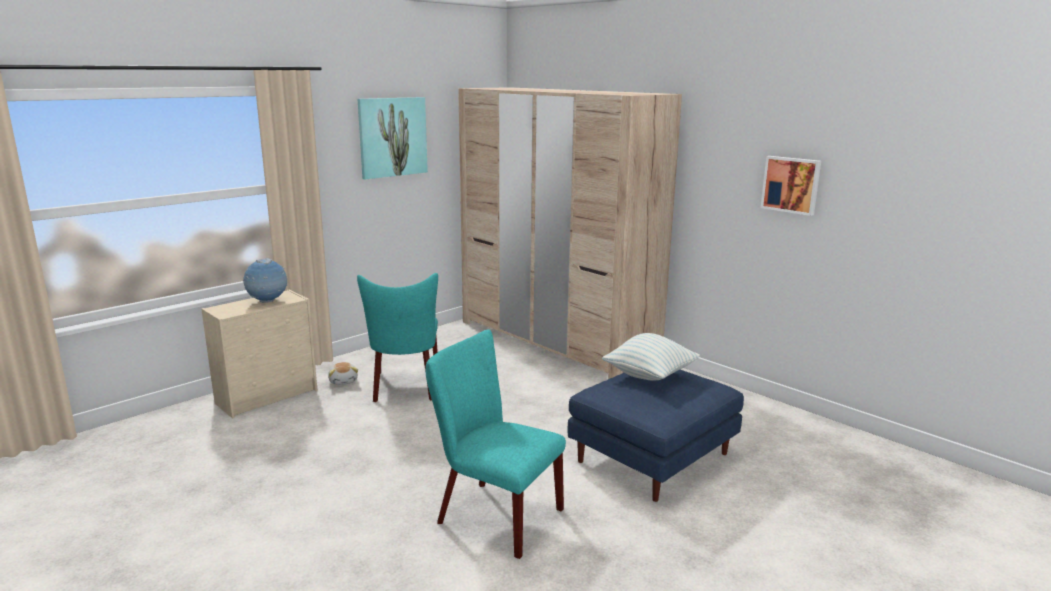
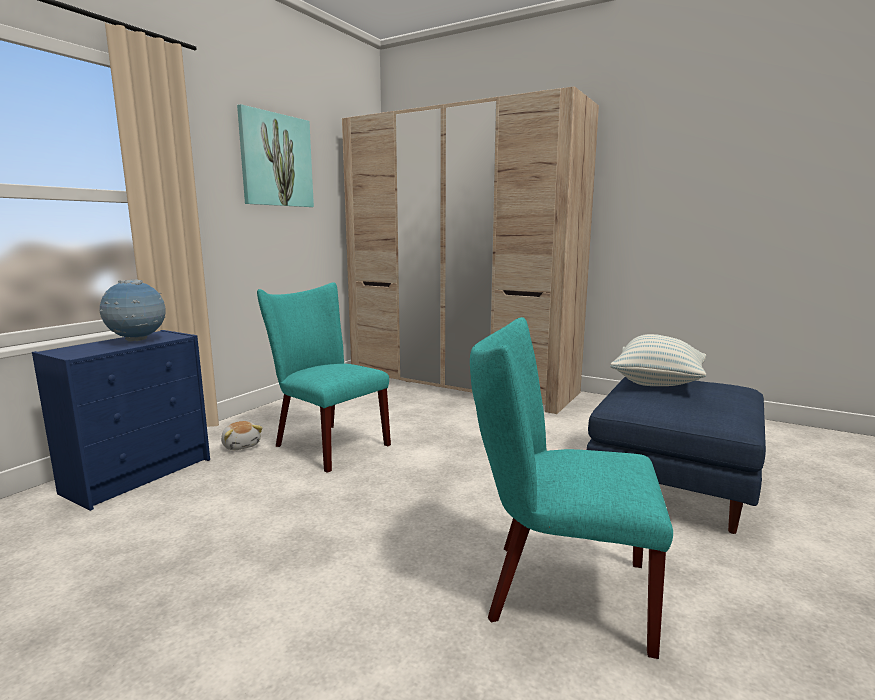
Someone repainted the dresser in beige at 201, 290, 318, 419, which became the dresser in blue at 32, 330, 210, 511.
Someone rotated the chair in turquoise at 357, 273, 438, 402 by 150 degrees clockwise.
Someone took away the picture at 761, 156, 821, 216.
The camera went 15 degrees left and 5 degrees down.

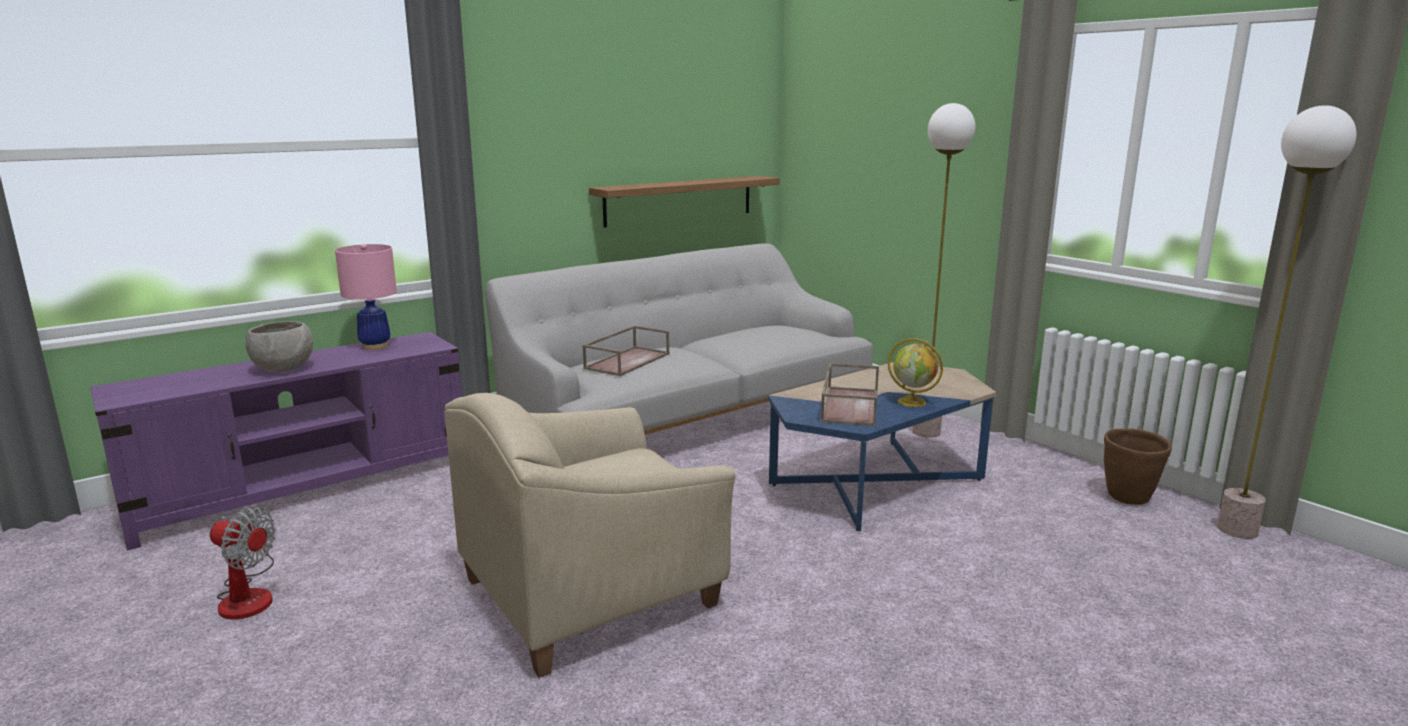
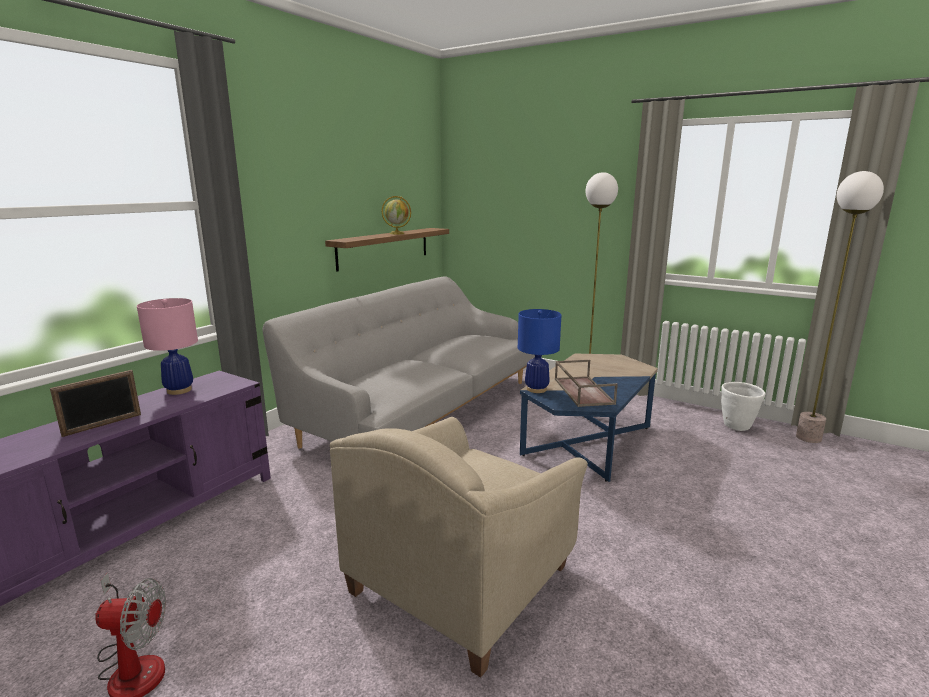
Someone swapped the bowl in grey at 245, 321, 313, 372 for the picture frame at 50, 370, 141, 437.
Someone took away the tray in brown at 582, 326, 670, 376.
Someone carried the globe from 888, 338, 943, 407 to 382, 196, 411, 234.
Someone repainted the planter in brown at 1104, 429, 1172, 505, which became the planter in white at 721, 382, 765, 431.
Someone put down the table lamp in blue at 518, 309, 562, 393.
The camera went 20 degrees left and 0 degrees up.

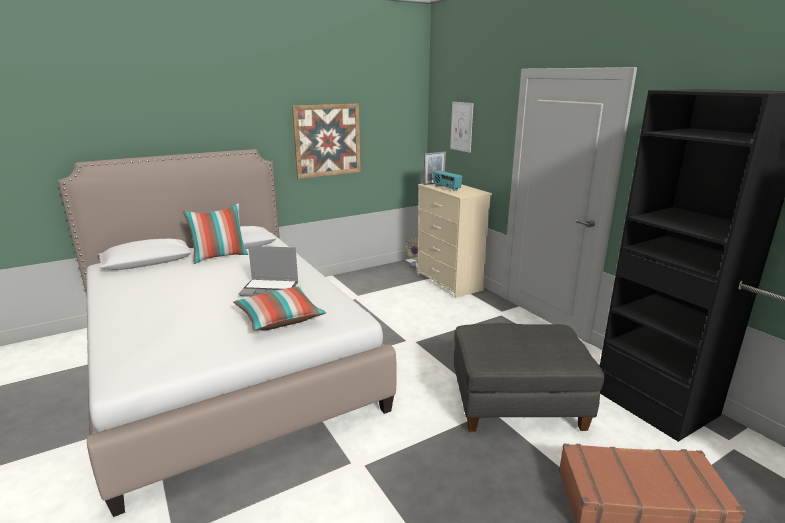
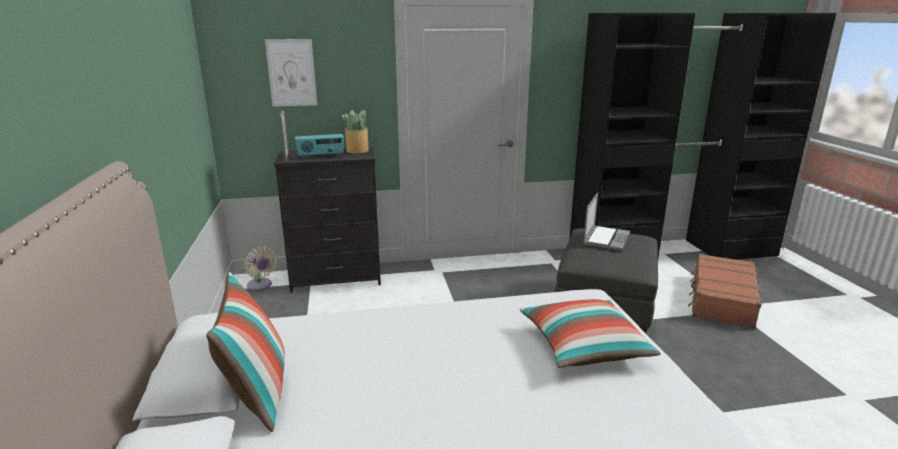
Someone carried the laptop from 239, 246, 298, 297 to 583, 193, 630, 251.
Someone took away the picture at 292, 104, 361, 179.
Someone repainted the dresser in beige at 417, 184, 492, 298, which became the dresser in black at 274, 147, 381, 293.
Someone put down the potted plant at 342, 110, 369, 153.
The camera went 70 degrees left and 0 degrees up.

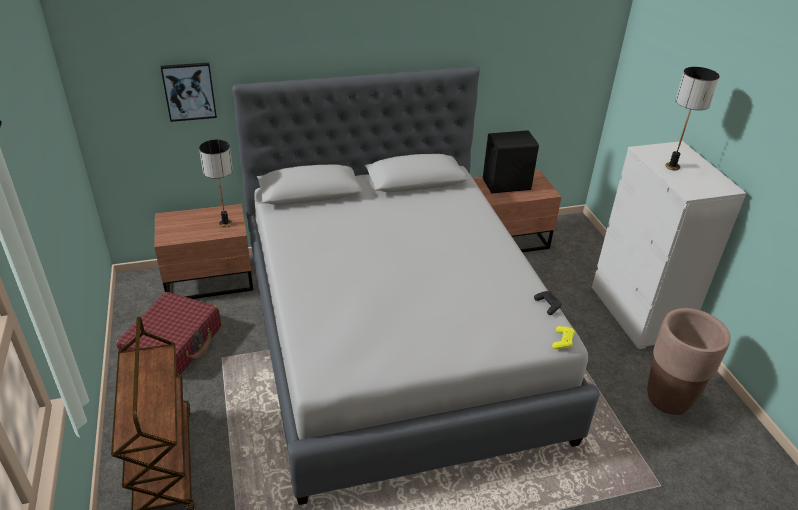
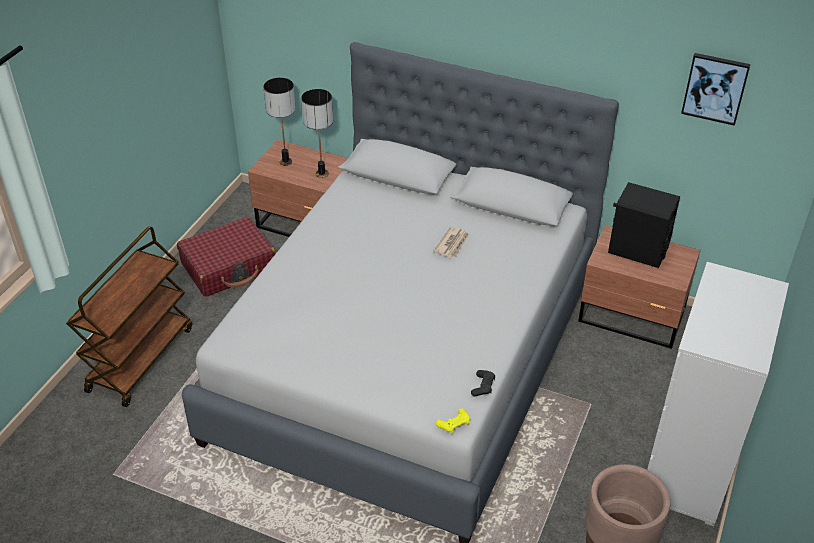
Someone carried the picture from 161, 62, 217, 122 to 681, 53, 751, 126.
Someone carried the table lamp from 665, 67, 720, 171 to 264, 78, 296, 166.
Someone put down the newspaper at 433, 227, 469, 258.
The camera went 40 degrees right and 5 degrees up.

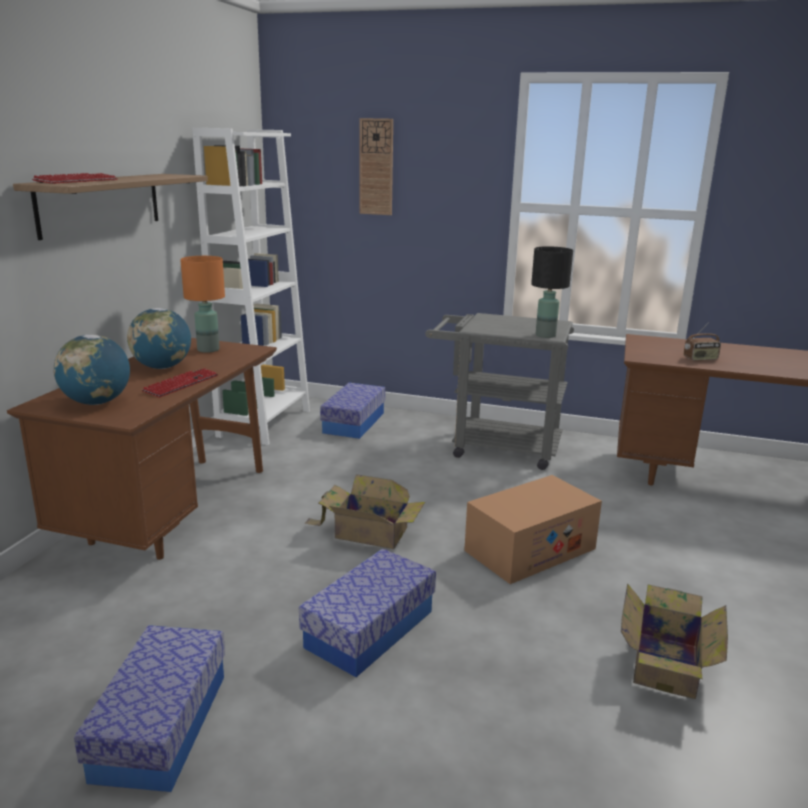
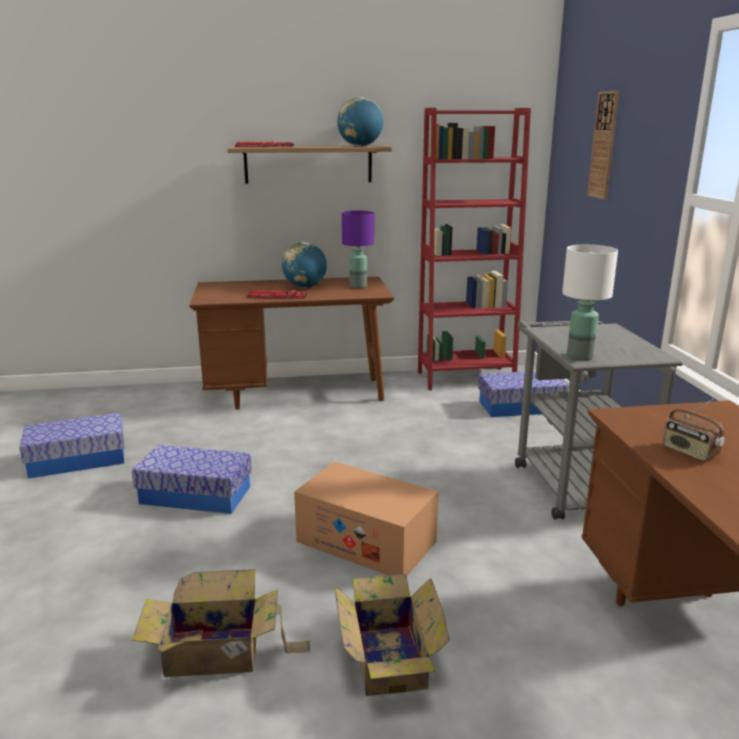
Someone carried the globe from 53, 334, 130, 405 to 337, 97, 383, 146.
Someone repainted the table lamp in orange at 180, 256, 225, 353, which became the table lamp in purple at 342, 211, 374, 288.
Someone repainted the bookcase in white at 192, 128, 310, 445, which became the bookcase in red at 418, 108, 531, 390.
Someone carried the cardboard box from 304, 474, 425, 549 to 334, 574, 450, 696.
Someone repainted the table lamp in black at 531, 246, 573, 338, which became the table lamp in white at 562, 245, 618, 361.
The camera went 65 degrees right and 0 degrees up.

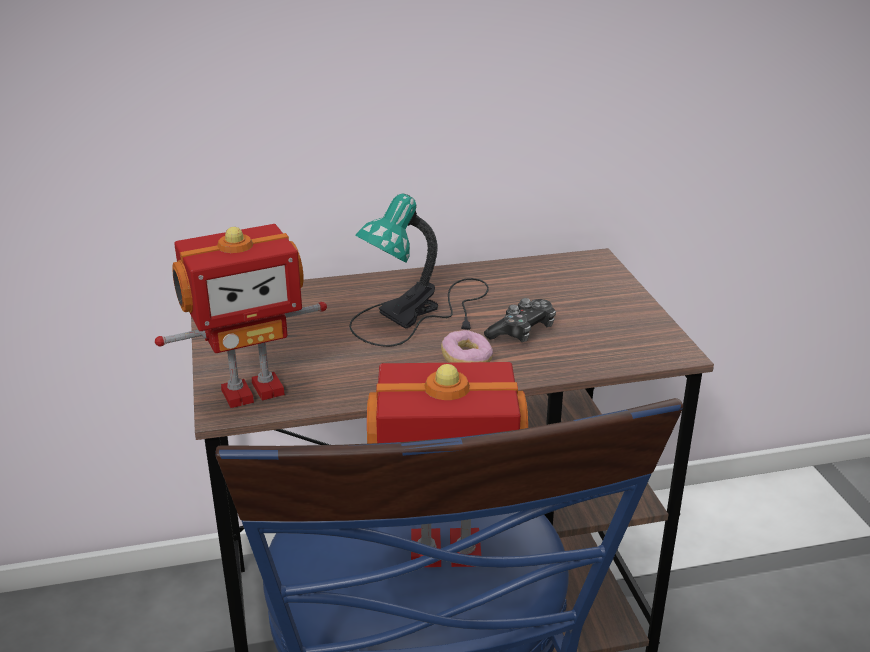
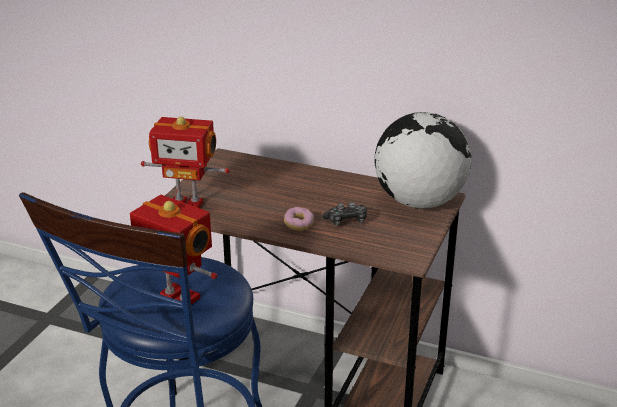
Someone took away the table lamp at 349, 193, 489, 347.
Someone put down the globe at 374, 112, 471, 209.
The camera went 35 degrees right and 0 degrees up.

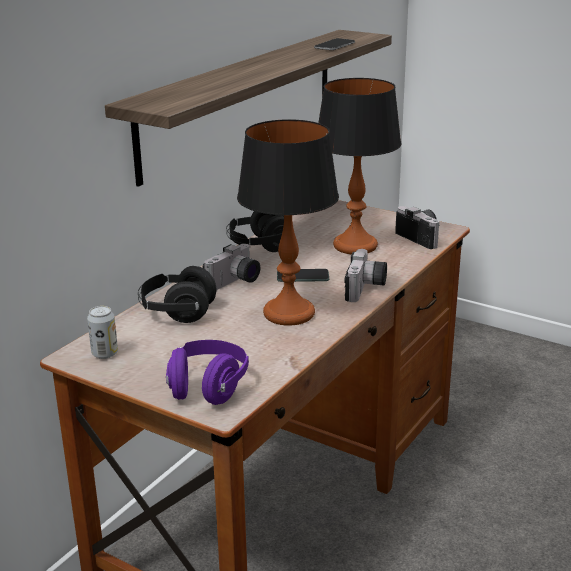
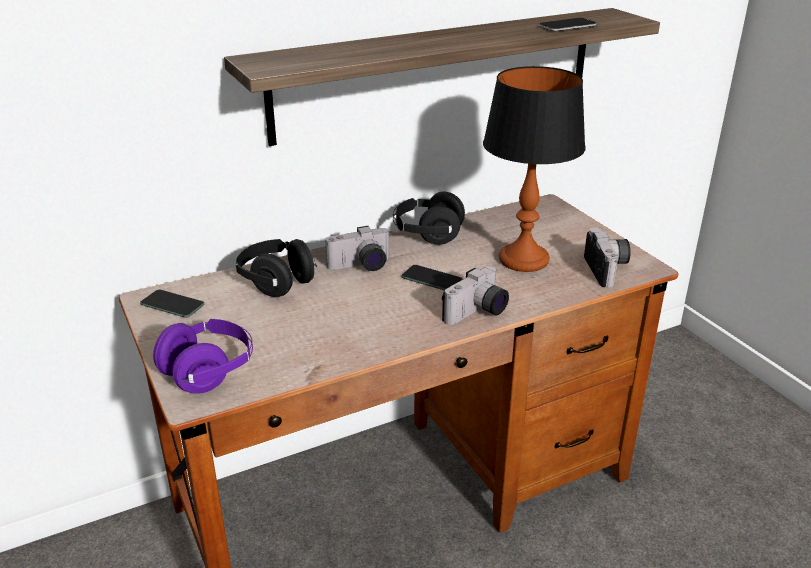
Someone swapped the can at 87, 306, 118, 359 for the phone at 140, 290, 205, 318.
Someone took away the table lamp at 237, 119, 339, 326.
The camera went 30 degrees right and 5 degrees up.

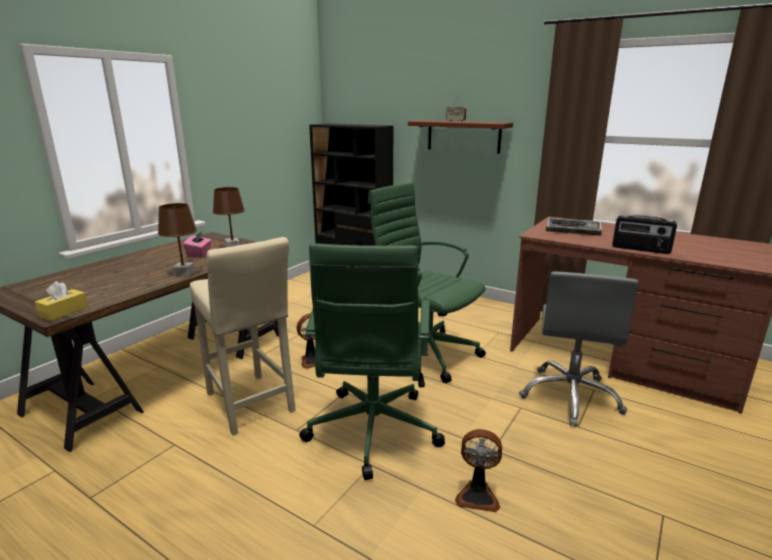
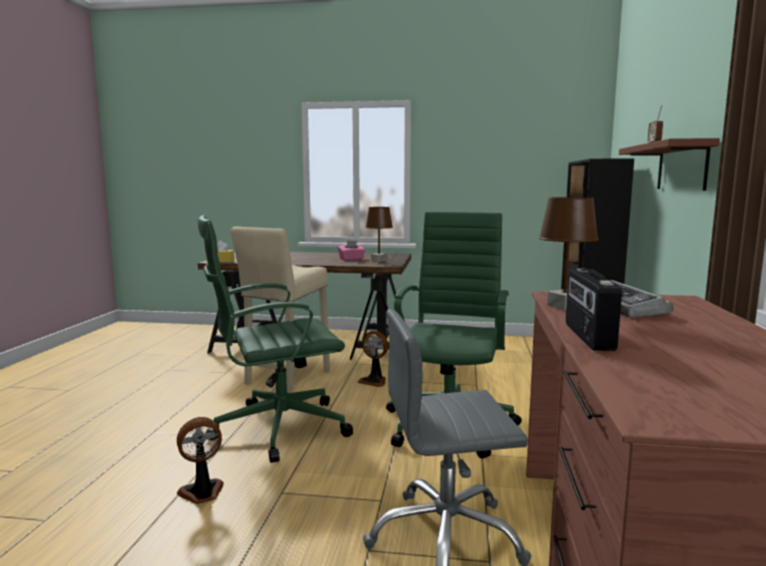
Someone carried the table lamp in brown from 158, 203, 197, 276 to 539, 197, 599, 310.
Someone rotated the fan at 455, 429, 502, 512 by 75 degrees clockwise.
The camera went 65 degrees right and 10 degrees down.

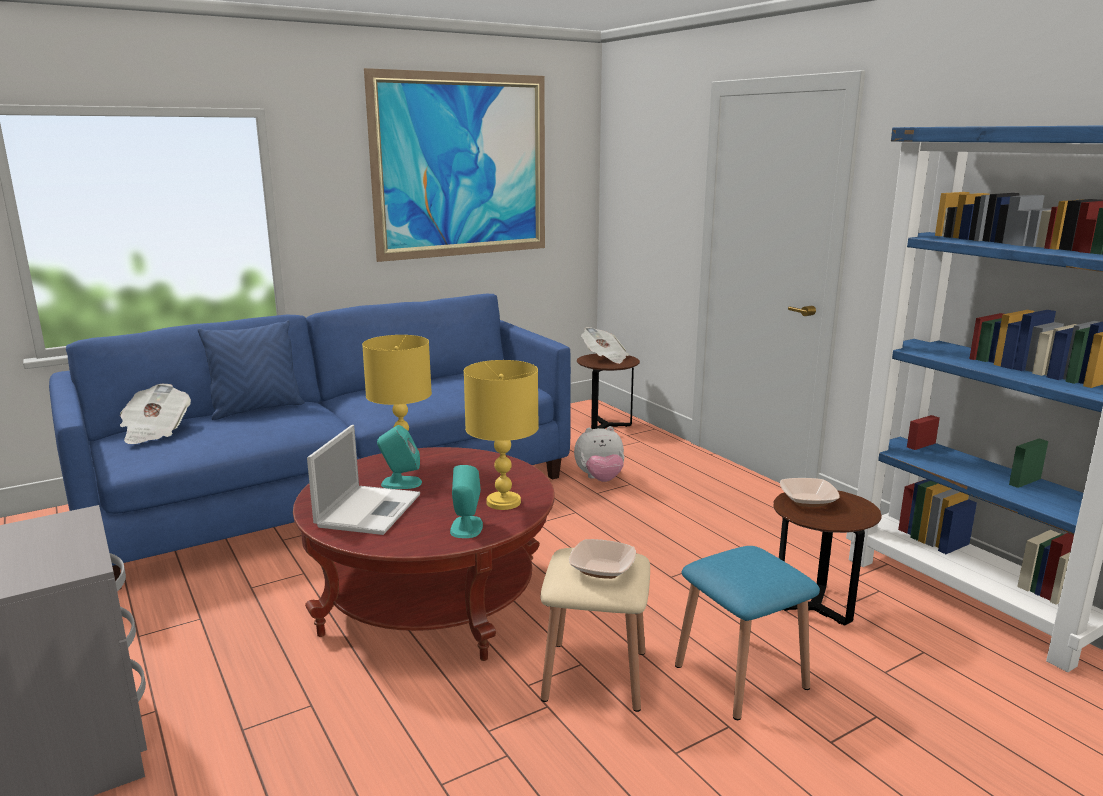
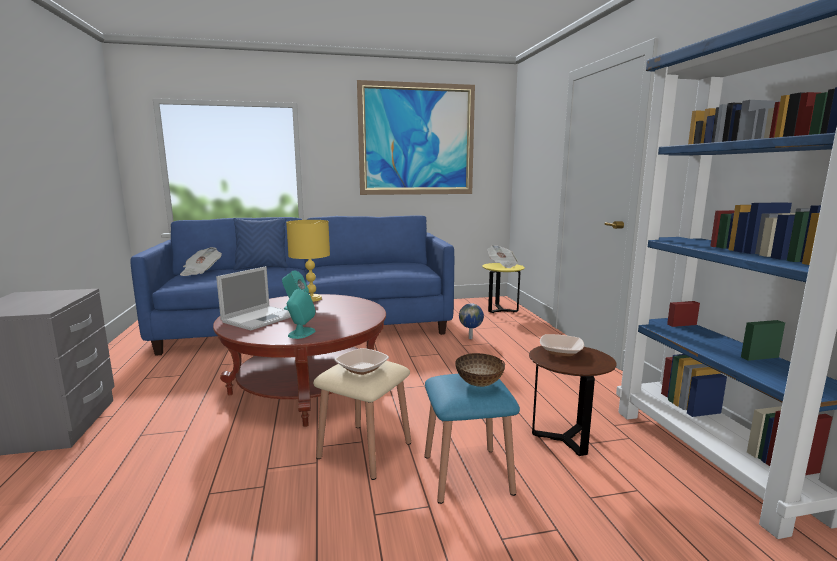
Someone took away the table lamp in yellow at 464, 360, 539, 510.
Someone swapped the plush toy at 574, 426, 624, 482 for the globe at 459, 303, 484, 339.
Someone repainted the side table in brown at 577, 354, 640, 429, which became the side table in yellow at 482, 263, 525, 313.
Someone put down the bowl at 455, 353, 505, 387.
The camera went 20 degrees right and 5 degrees down.

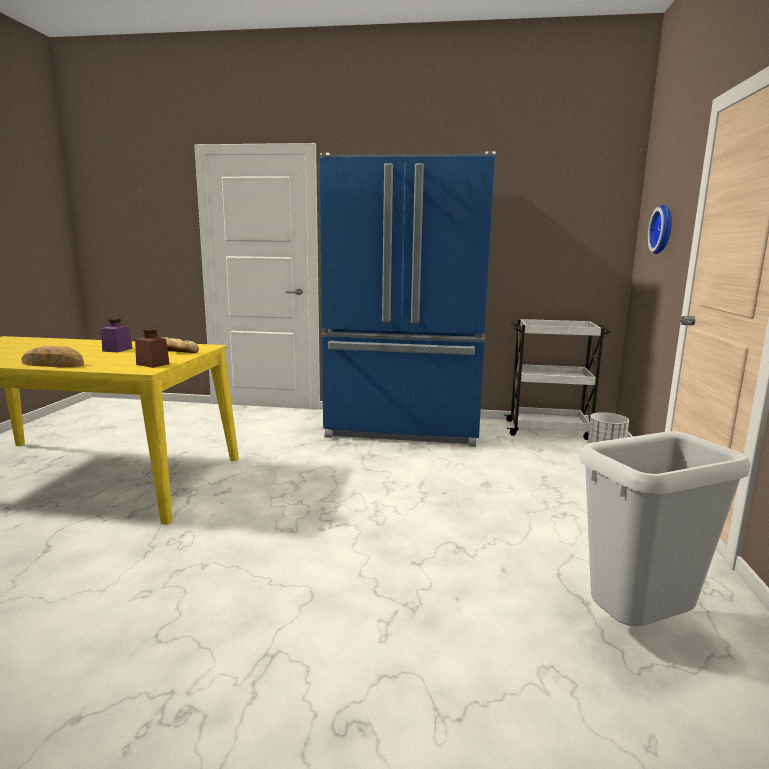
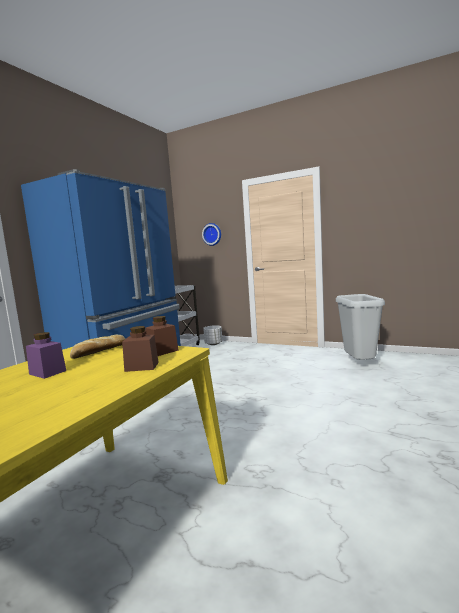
Someone took away the bread at 21, 346, 84, 367.
Someone put down the jar in brown at 122, 326, 159, 372.
The camera went 70 degrees left and 5 degrees down.

